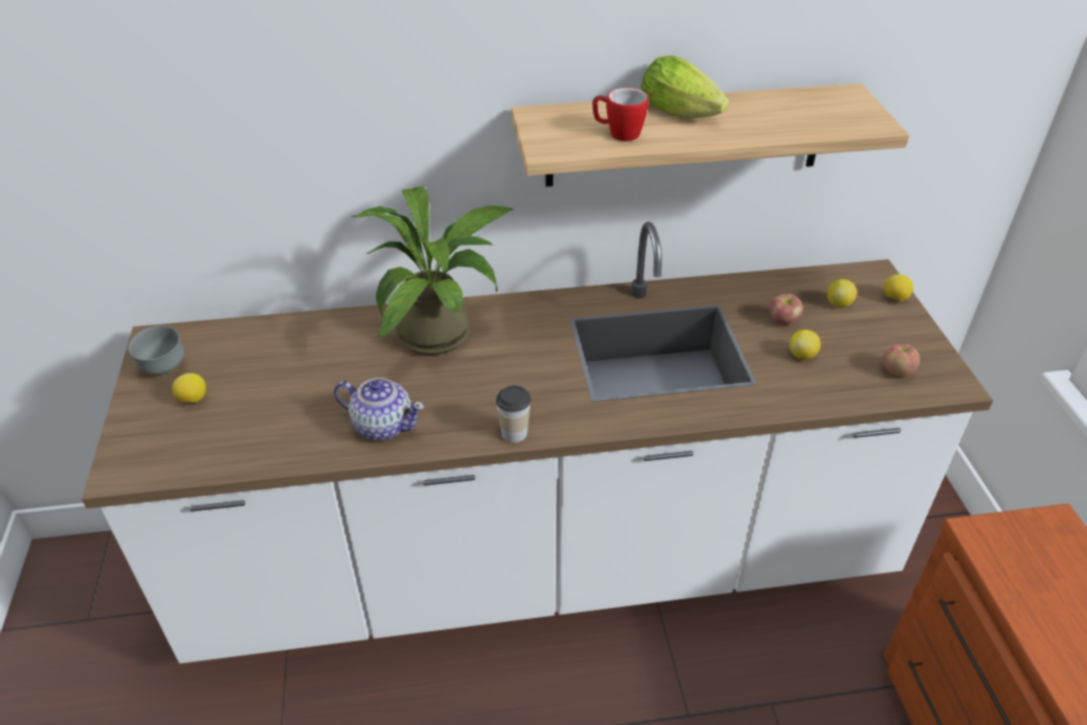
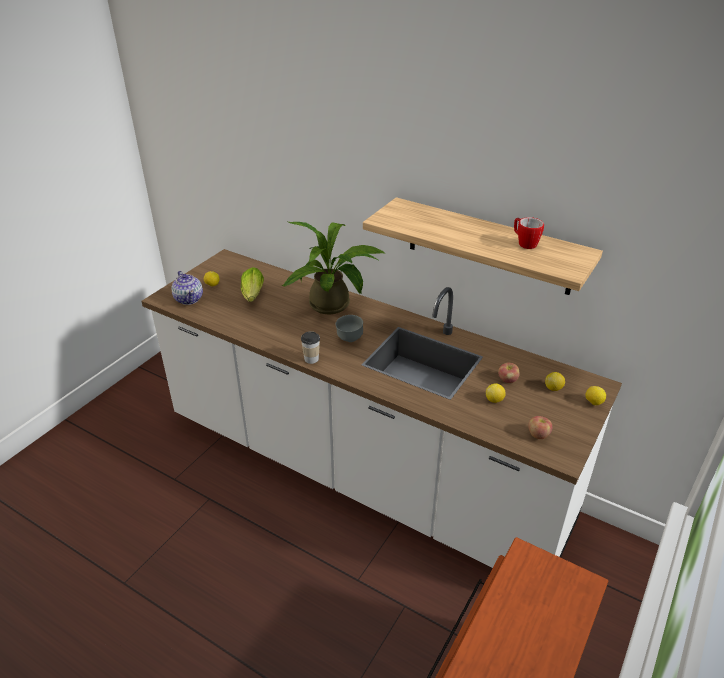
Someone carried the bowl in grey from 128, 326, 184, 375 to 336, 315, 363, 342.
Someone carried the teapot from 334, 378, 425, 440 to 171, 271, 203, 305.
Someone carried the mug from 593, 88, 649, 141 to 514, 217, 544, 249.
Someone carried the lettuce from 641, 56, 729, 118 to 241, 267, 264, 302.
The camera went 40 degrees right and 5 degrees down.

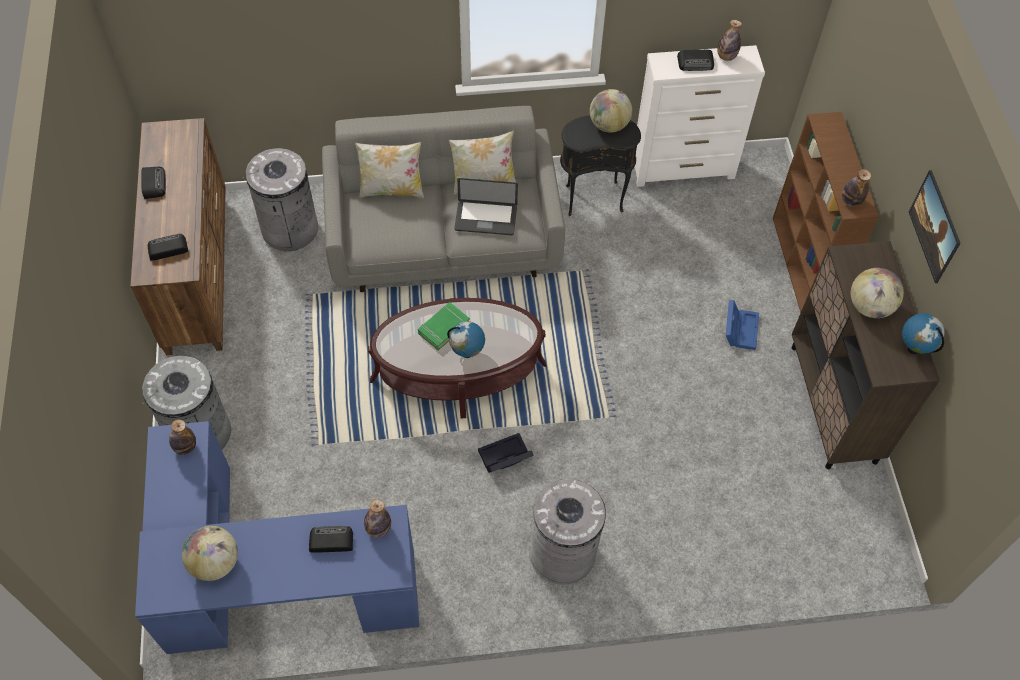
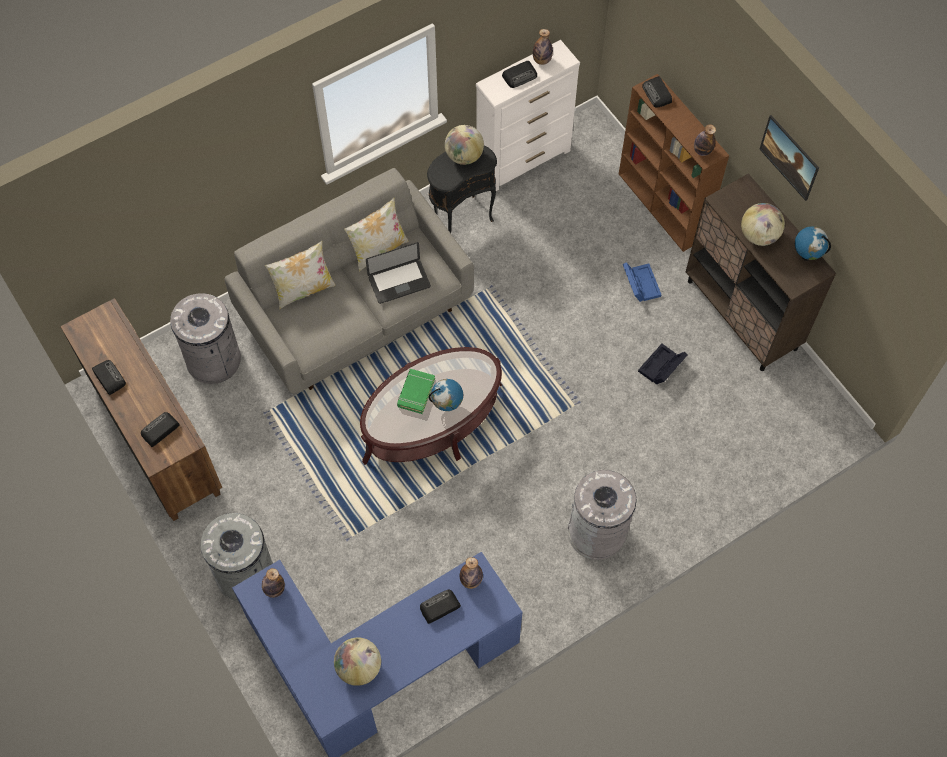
Someone carried the storage box in black from 478, 433, 534, 473 to 638, 344, 687, 384.
Someone put down the radio at 642, 76, 672, 107.
The camera went 25 degrees left and 5 degrees up.

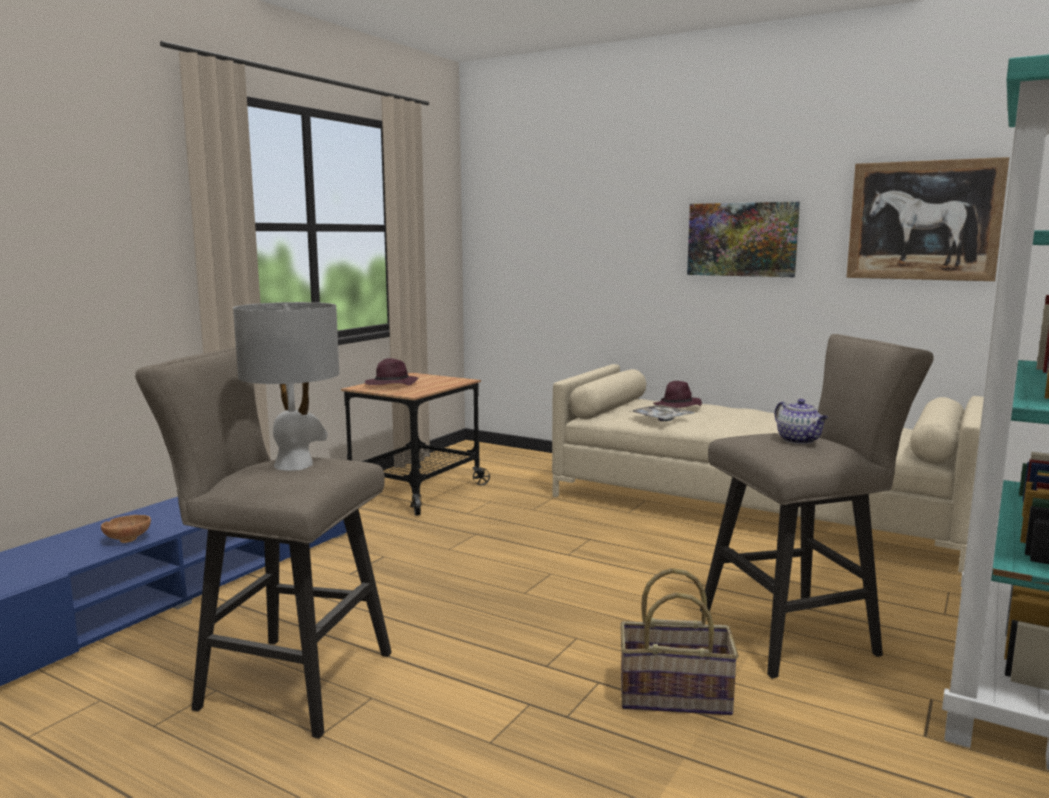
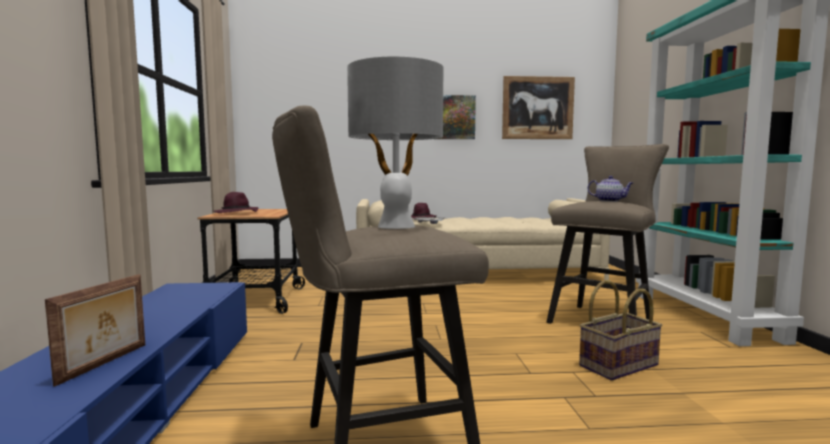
Someone swapped the bowl in brown at 101, 515, 151, 543 for the picture frame at 45, 274, 145, 387.
The camera went 35 degrees left and 5 degrees down.

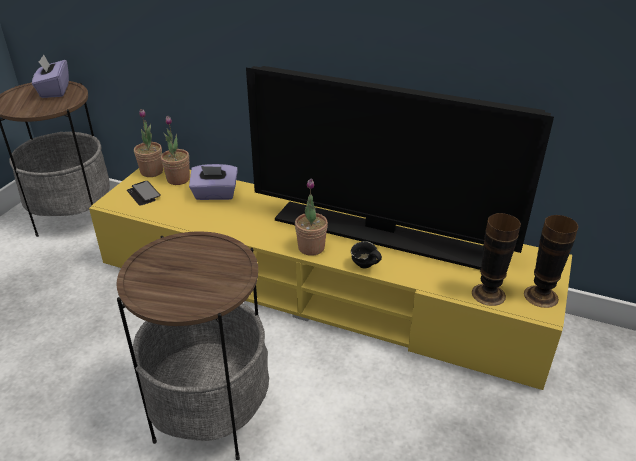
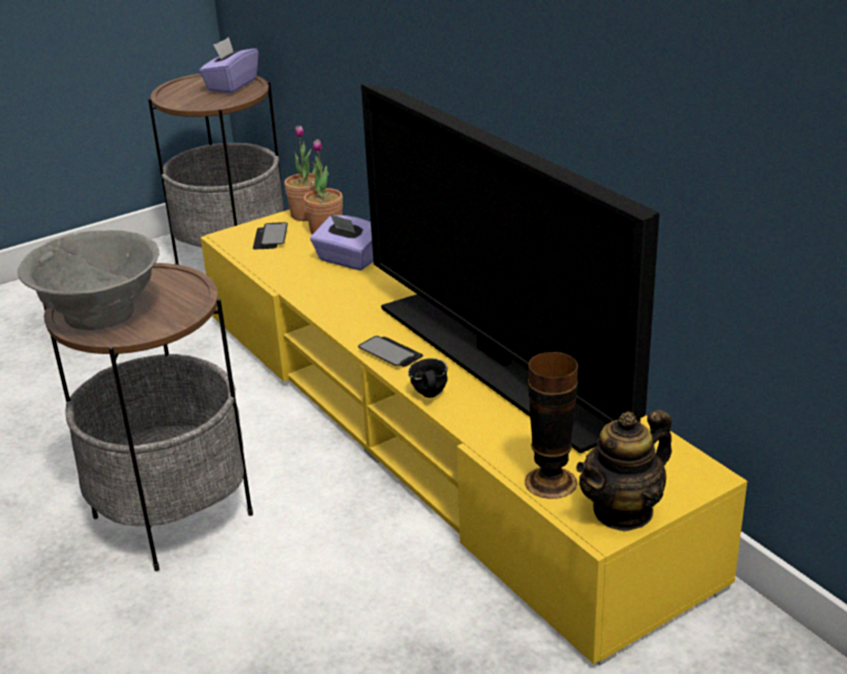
Someone swapped the potted plant at 295, 178, 328, 256 for the phone at 358, 336, 423, 367.
Someone swapped the vase at 524, 215, 578, 308 for the teapot at 576, 410, 672, 532.
Someone put down the bowl in grey at 17, 230, 159, 331.
The camera went 35 degrees right and 5 degrees down.

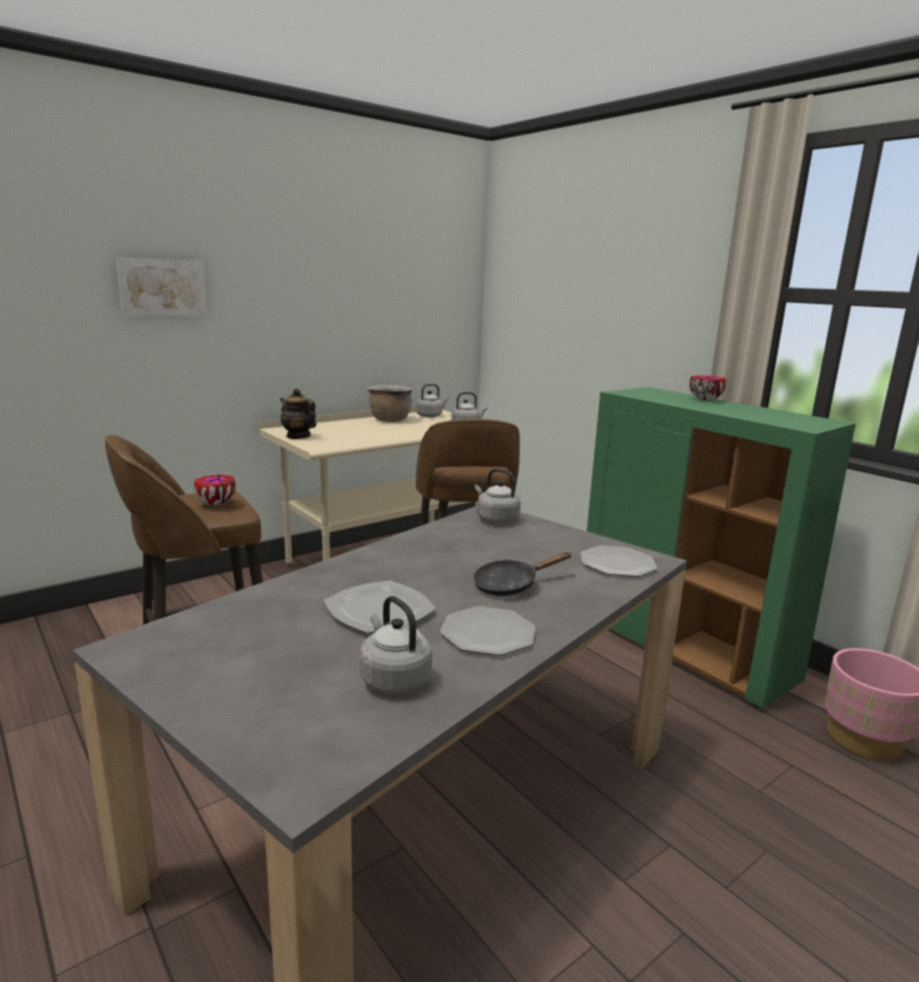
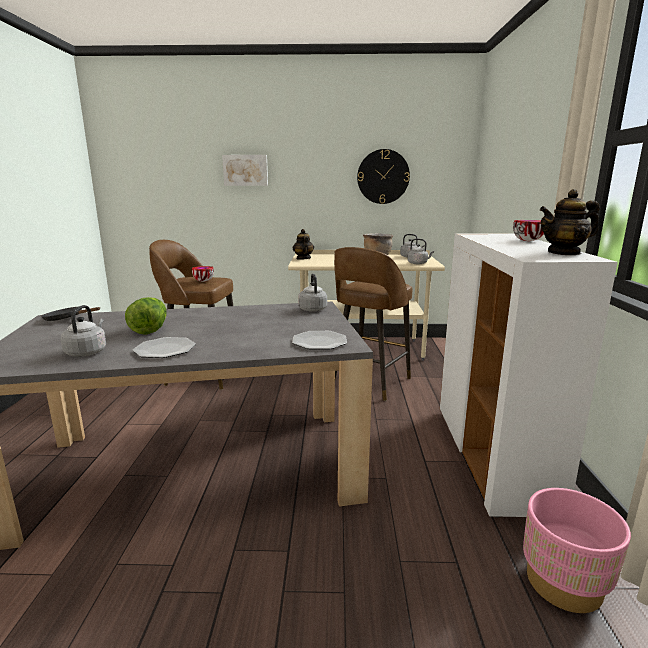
Someone swapped the plate at 324, 581, 436, 633 for the lettuce at 125, 297, 167, 335.
Someone carried the frying pan in black from 473, 552, 571, 596 to 41, 307, 100, 321.
Someone repainted the cabinet in green at 587, 387, 856, 708, which became the cabinet in white at 440, 233, 618, 518.
Someone put up the wall clock at 357, 149, 410, 204.
Someone put down the teapot at 540, 189, 600, 255.
The camera went 40 degrees right and 0 degrees up.

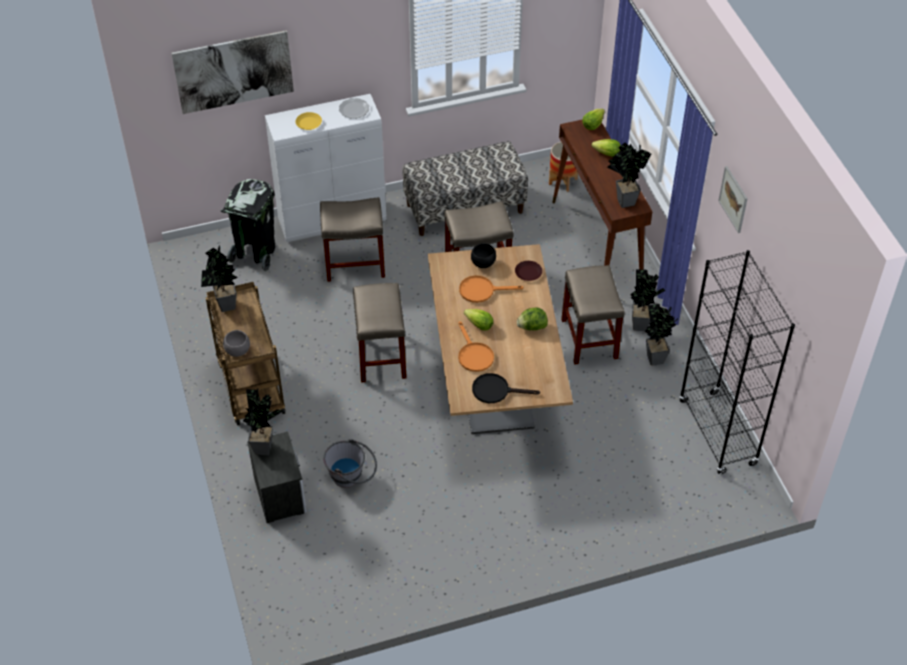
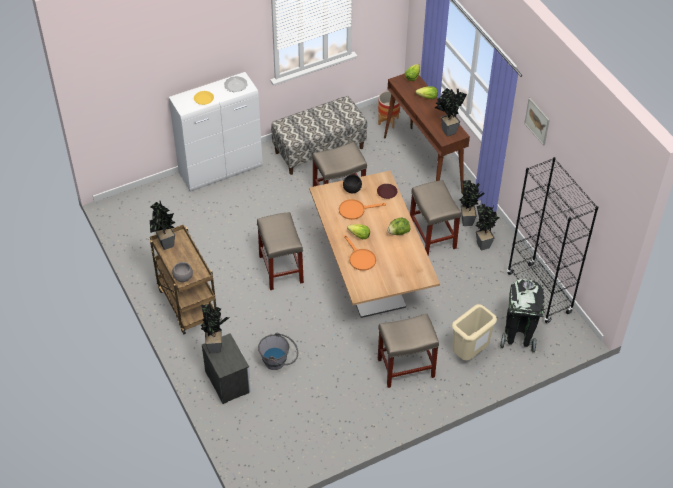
Someone took away the picture at 171, 30, 294, 114.
Someone carried the trash can in black from 221, 179, 275, 272 to 500, 279, 544, 353.
Someone carried the stool in beige from 320, 197, 385, 282 to 378, 314, 439, 388.
Someone took away the frying pan in black at 472, 373, 540, 403.
Someone put down the trash can in beige at 452, 304, 497, 361.
The camera went 10 degrees left and 0 degrees up.

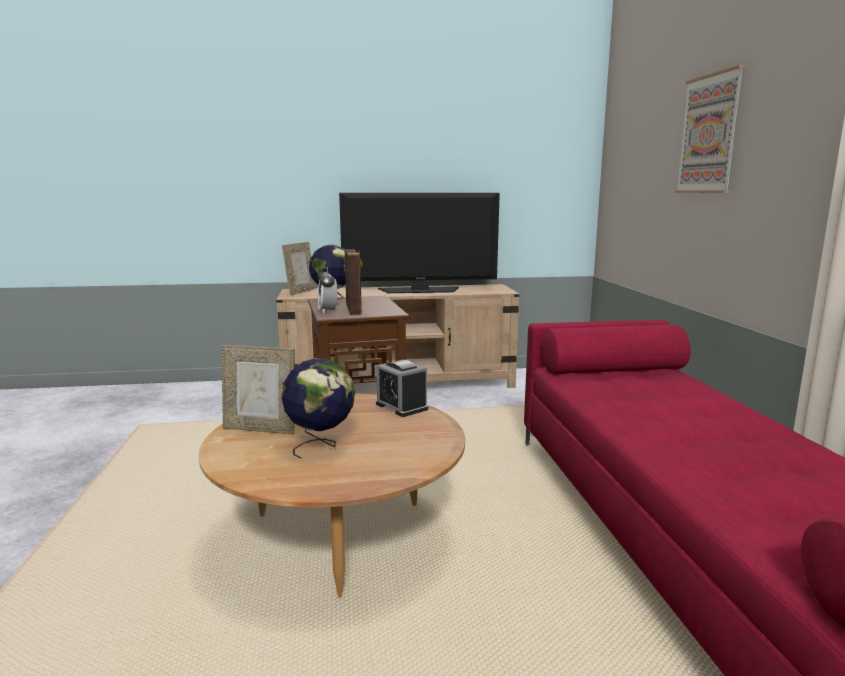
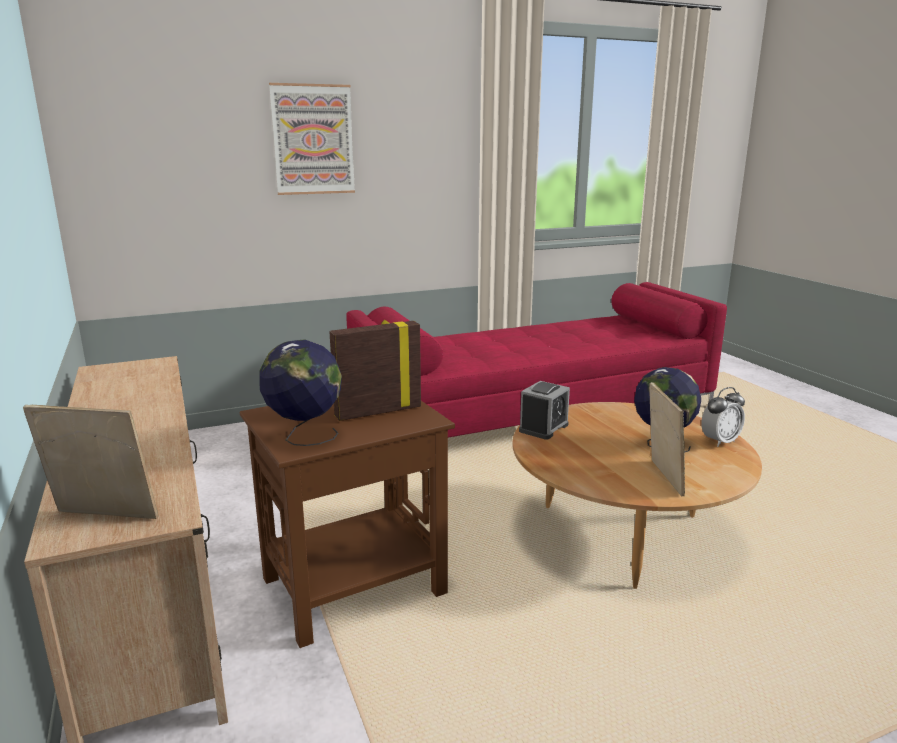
Someone carried the alarm clock from 318, 267, 337, 314 to 701, 387, 745, 447.
Someone took away the television at 339, 193, 500, 293.
The camera went 105 degrees left and 5 degrees up.

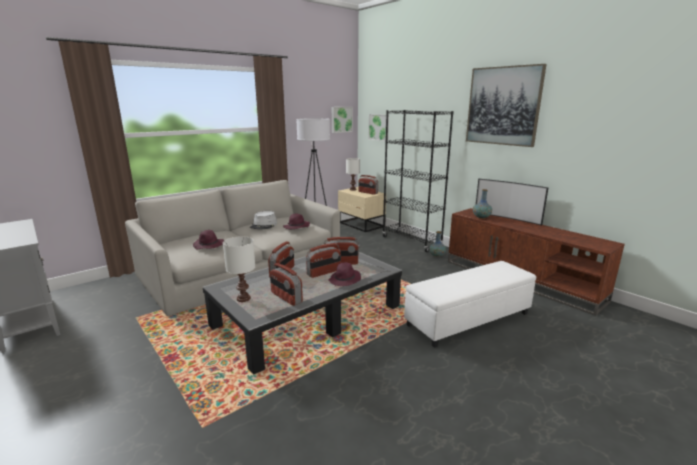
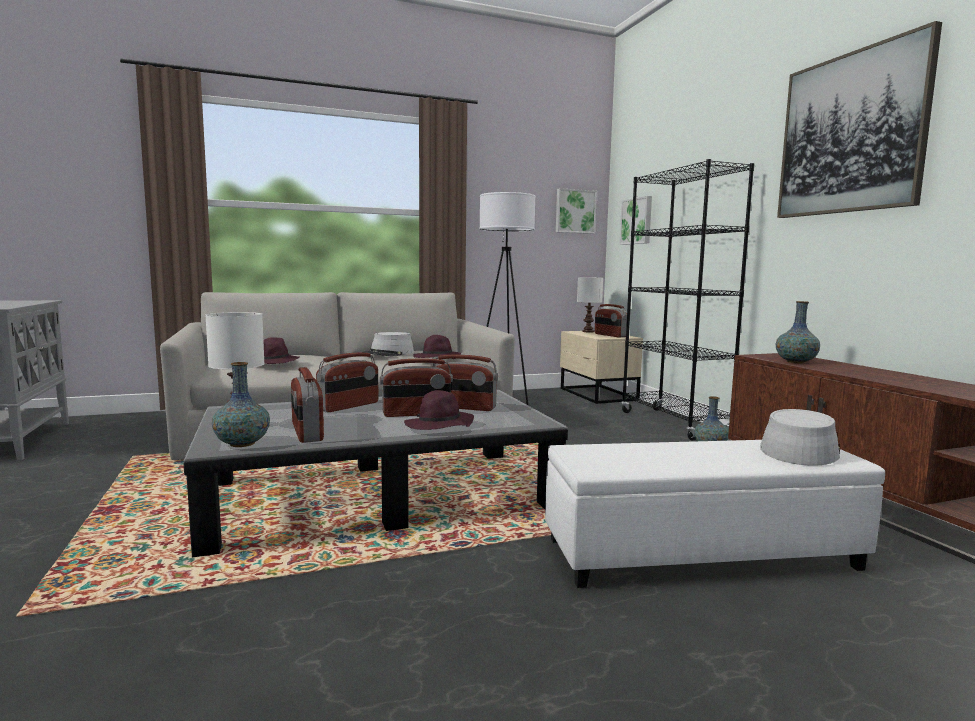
Someone took away the television at 476, 179, 548, 225.
Someone put down the vase at 212, 362, 270, 447.
Someone put down the hat in grey at 760, 409, 840, 466.
The camera went 20 degrees right and 10 degrees down.

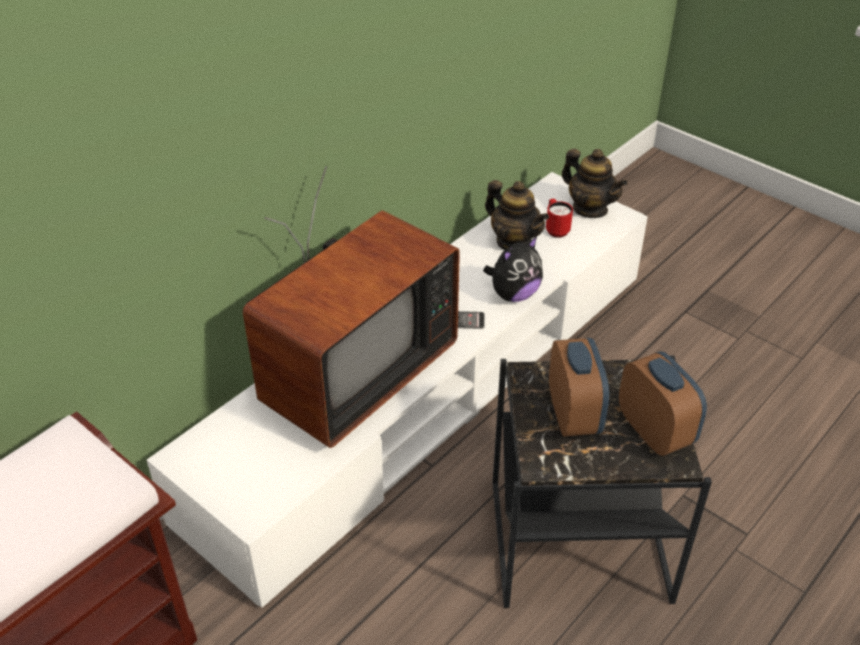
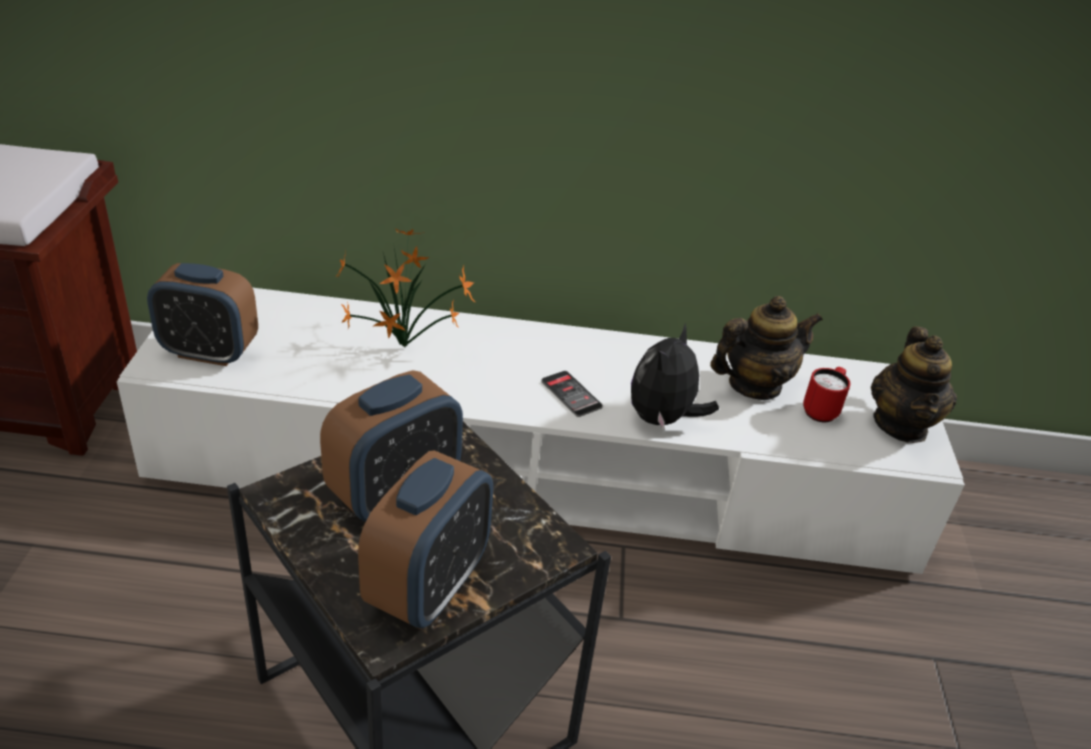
Someone swapped the television at 243, 166, 460, 448 for the potted plant at 335, 228, 476, 347.
Someone rotated the plush toy at 483, 236, 543, 302 by 105 degrees clockwise.
Someone rotated the teapot at 485, 180, 549, 250 by 120 degrees counterclockwise.
Someone put down the alarm clock at 147, 263, 258, 366.
The camera went 50 degrees right and 5 degrees down.

